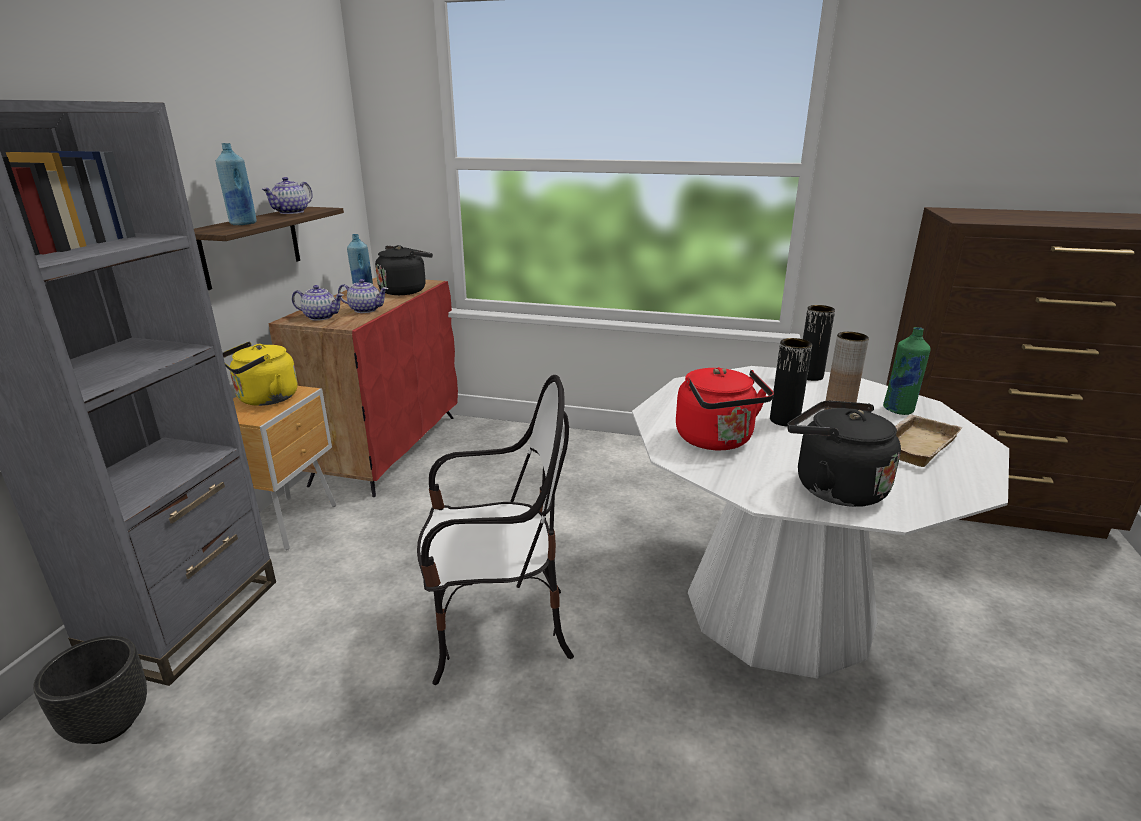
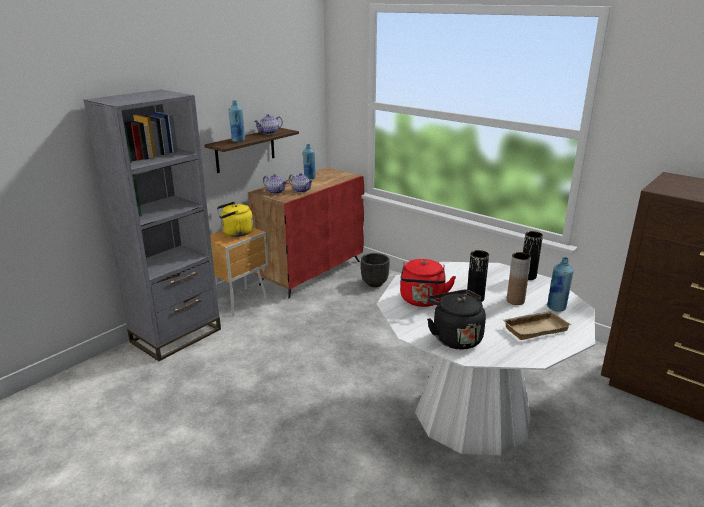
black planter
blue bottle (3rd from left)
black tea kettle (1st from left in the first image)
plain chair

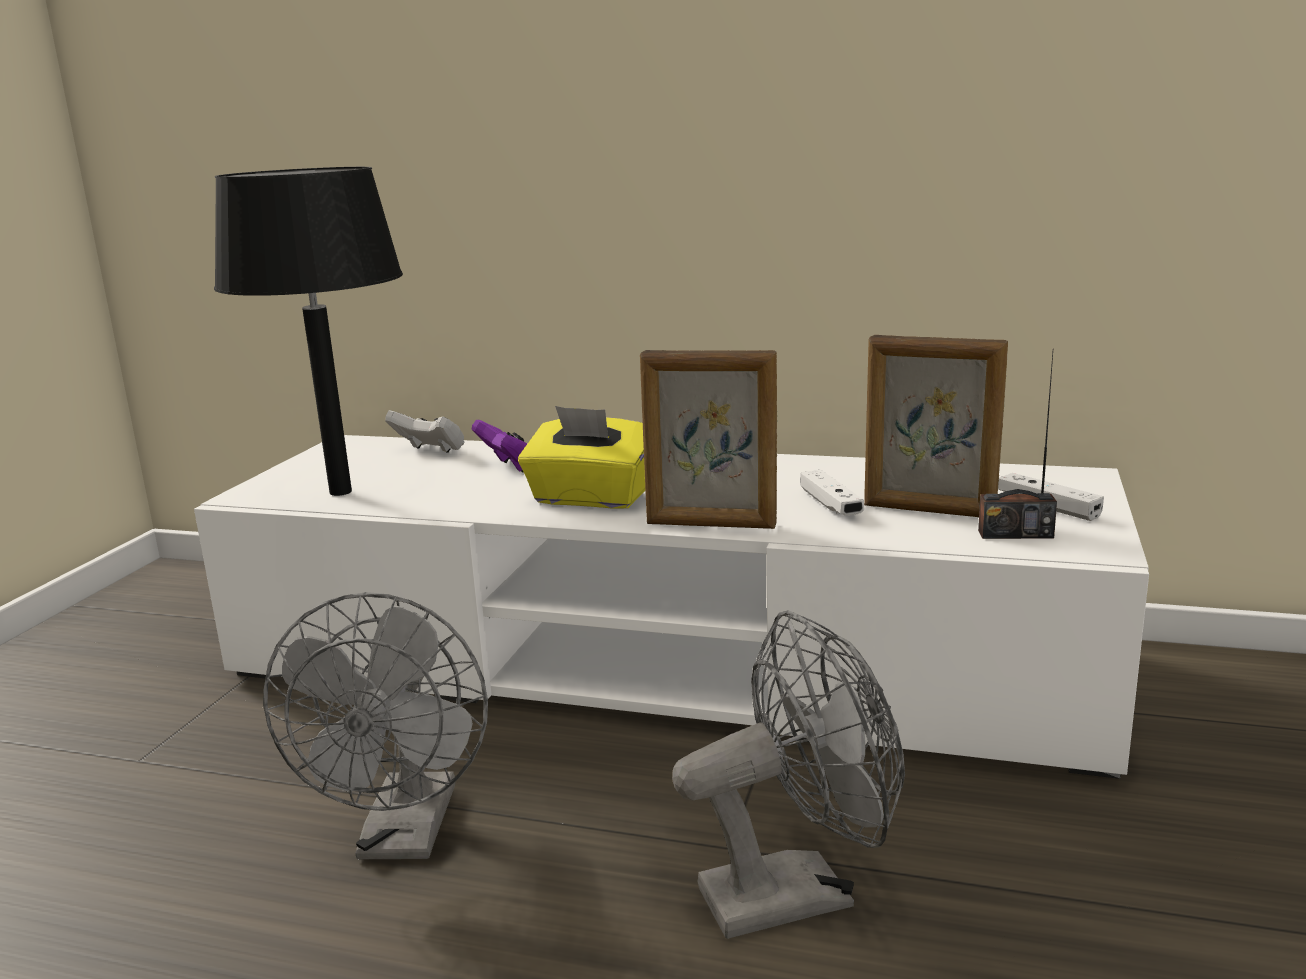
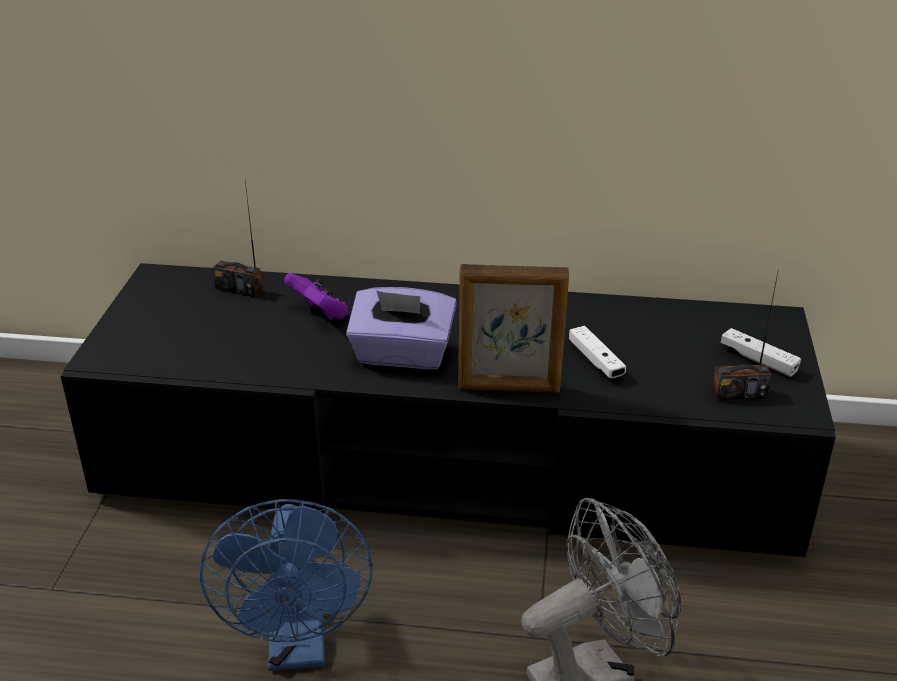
black tv stand
blue fan
radio receiver (1st from left)
purple tissue holder
black lamp for a table
photo frame (2nd from left in the first image)

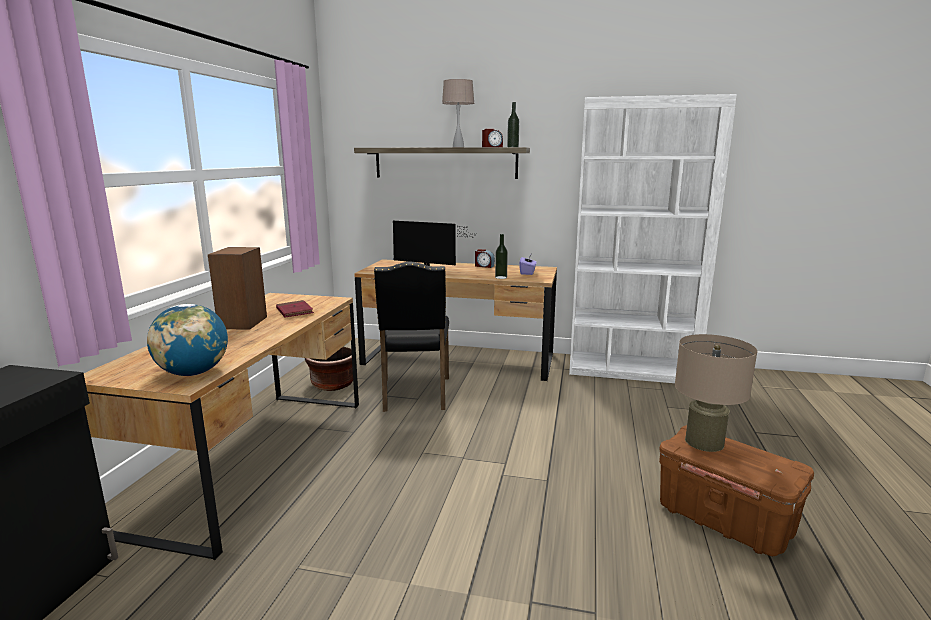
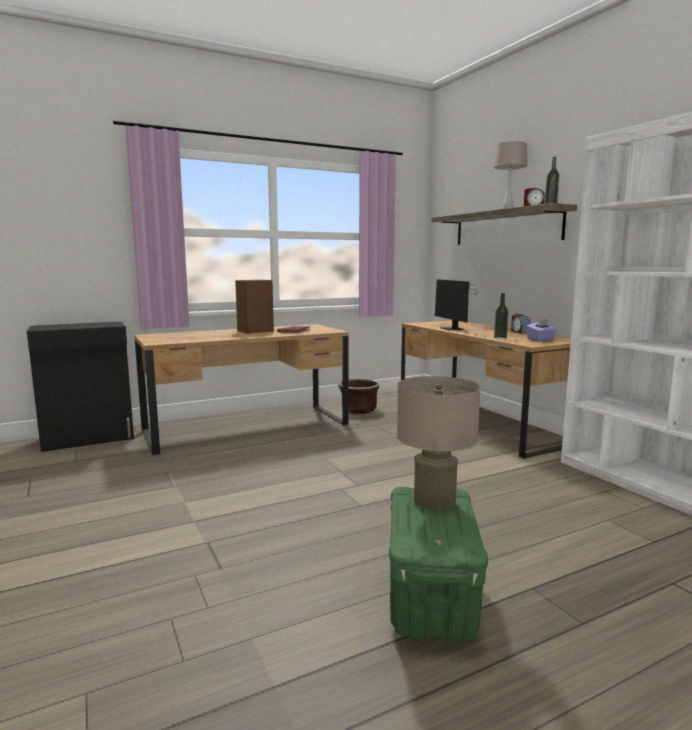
greenish storage container
desk globe
black plain chair

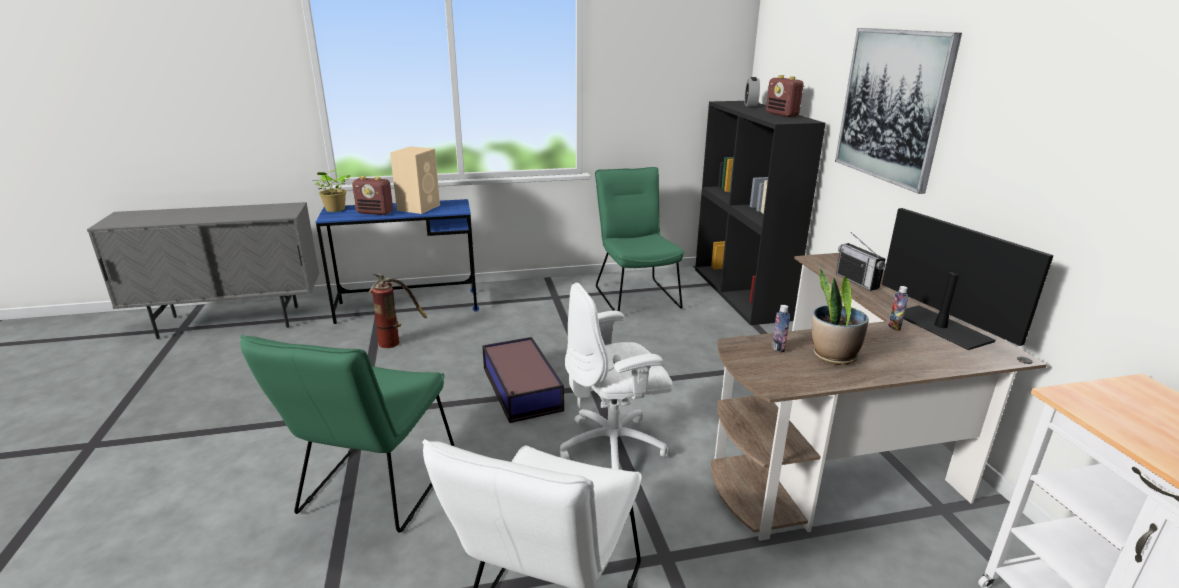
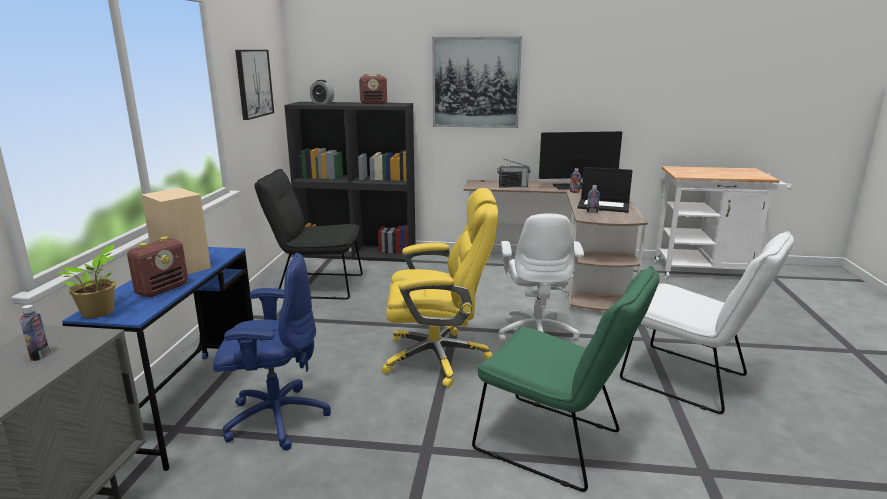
bottle (1st from left)
blue computer chair
wall art (1st from left)
black plain chair
yellow computer chair
portable computer

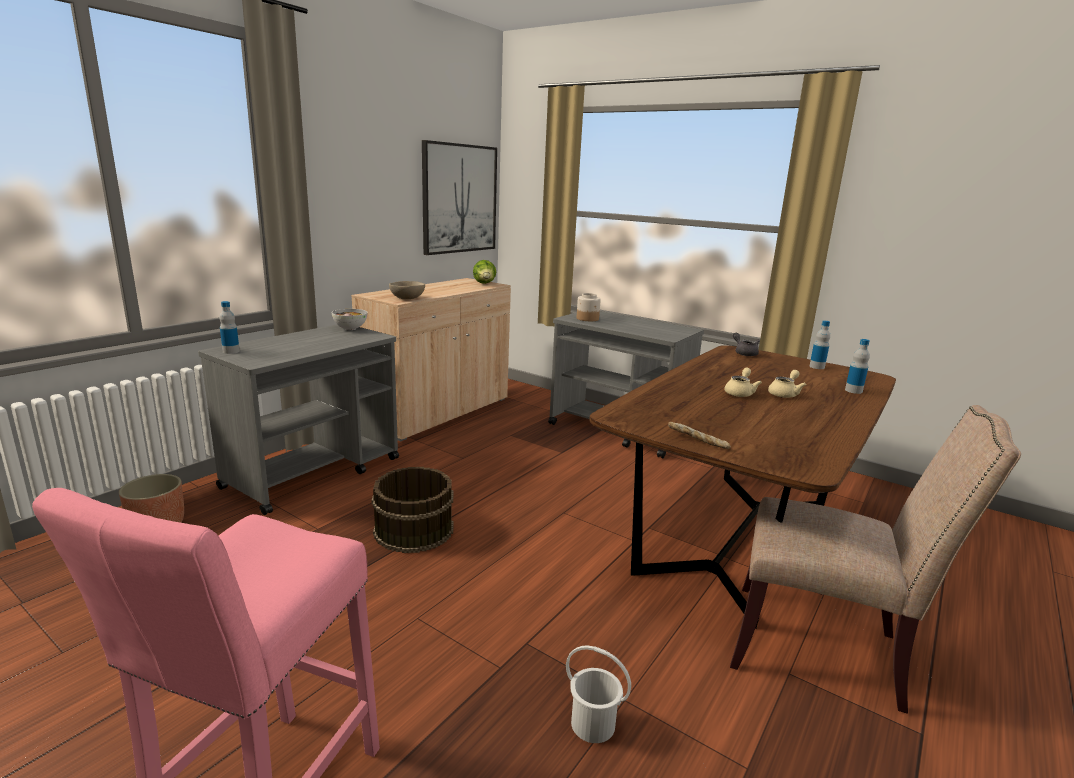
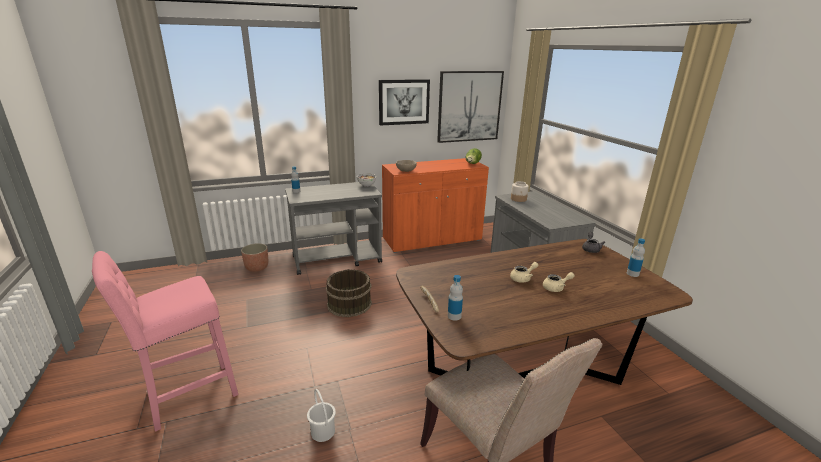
wall art (1st from left)
orange-coloured storage cabinet
bottle (2nd from left)

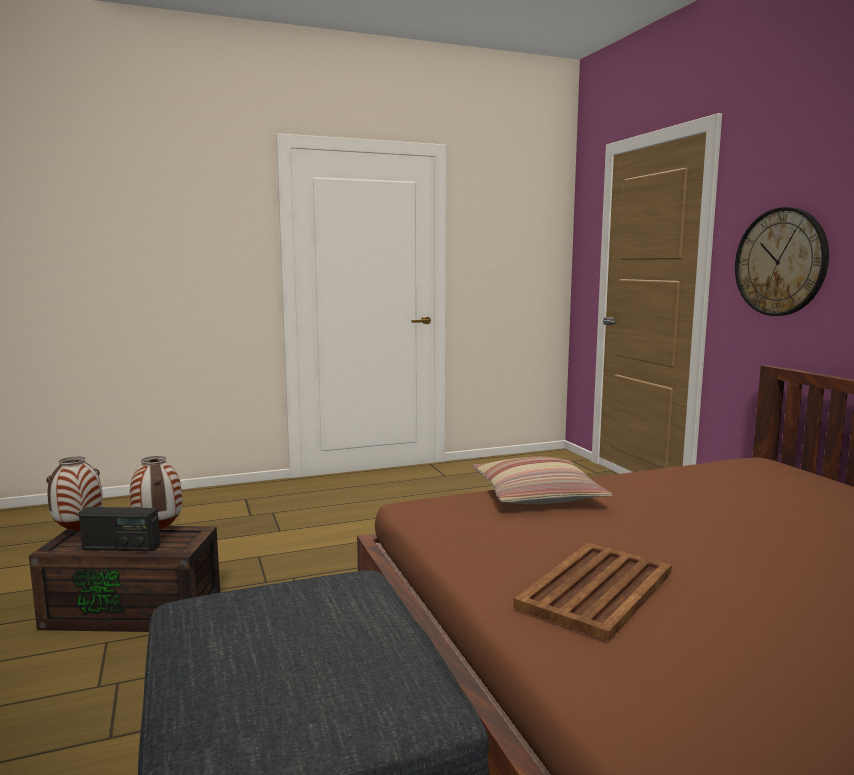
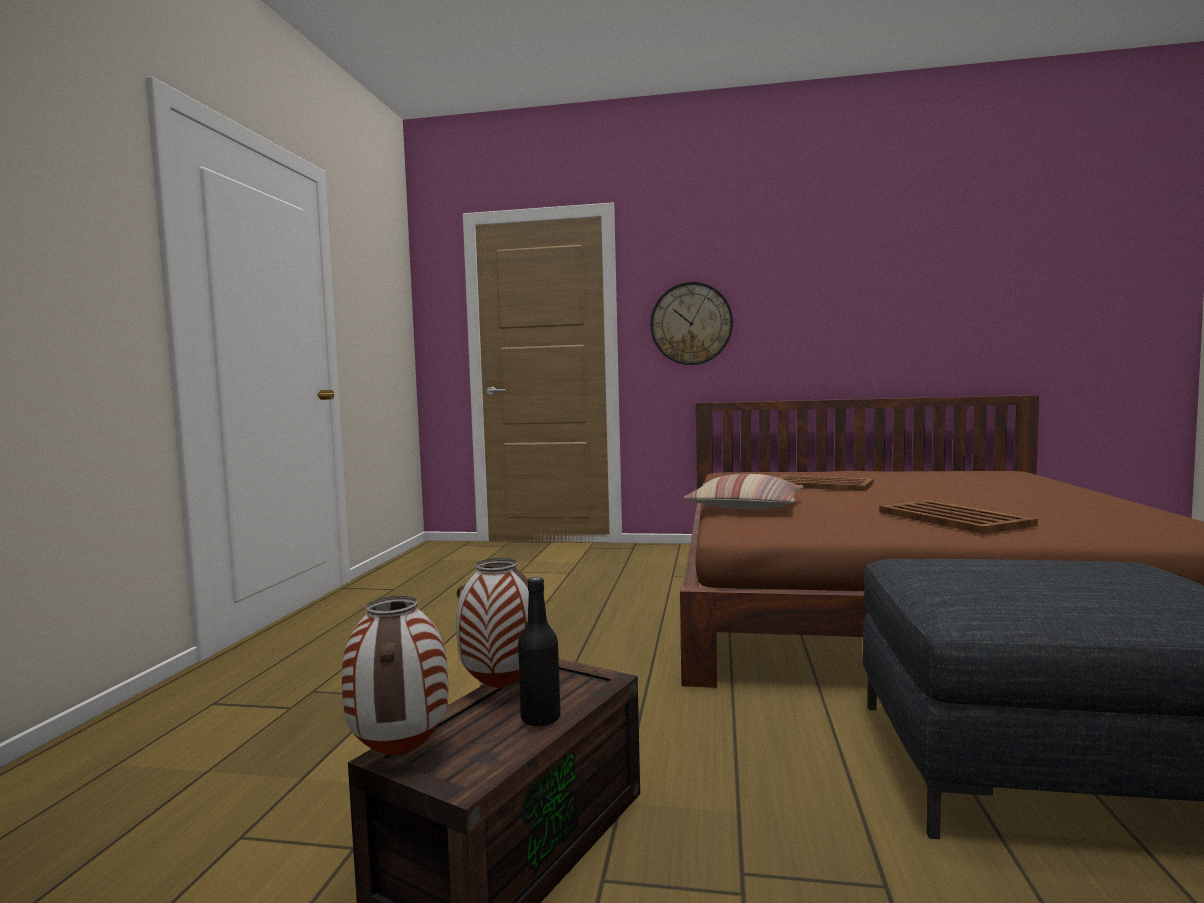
black bottle
brown-coloured carrying tray (1st from left)

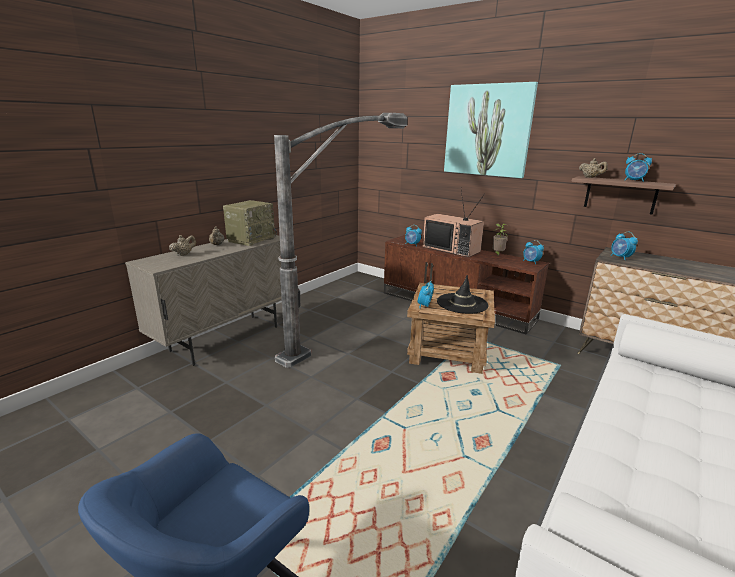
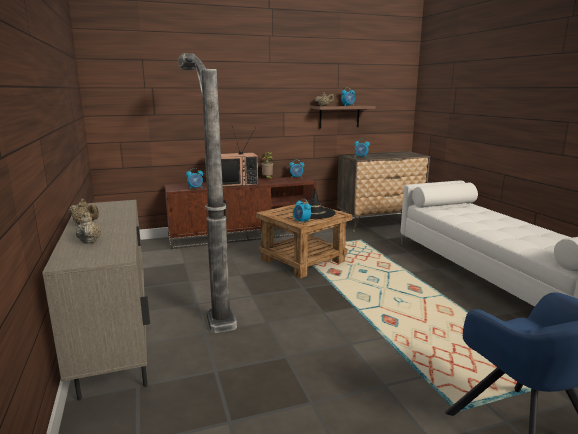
radio receiver
wall art

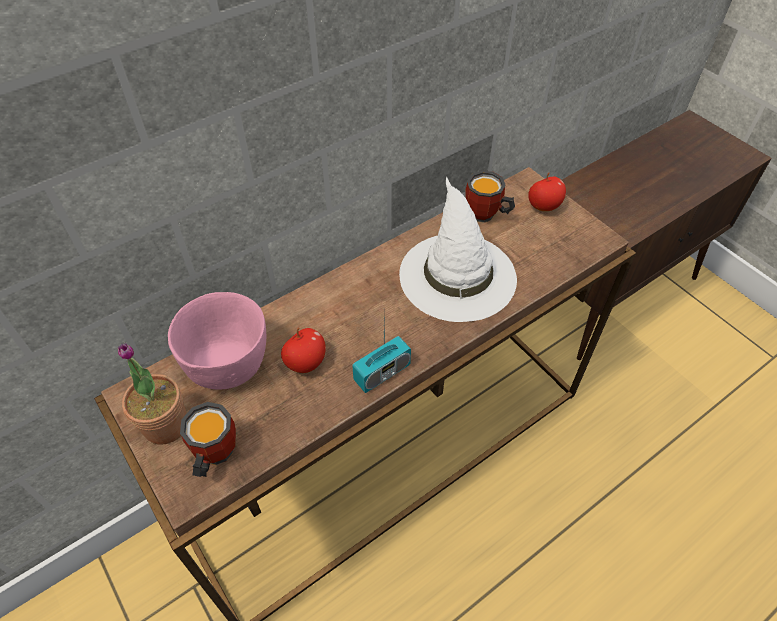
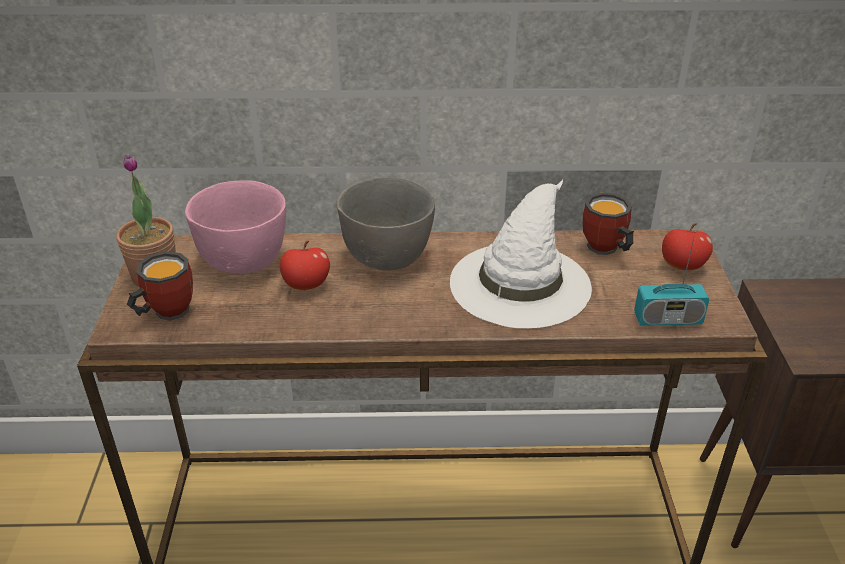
grey bowl
radio receiver

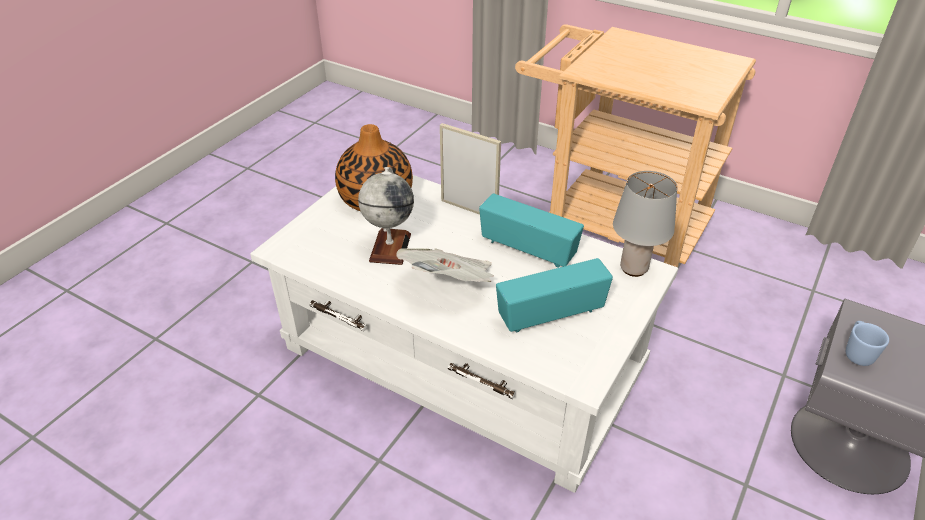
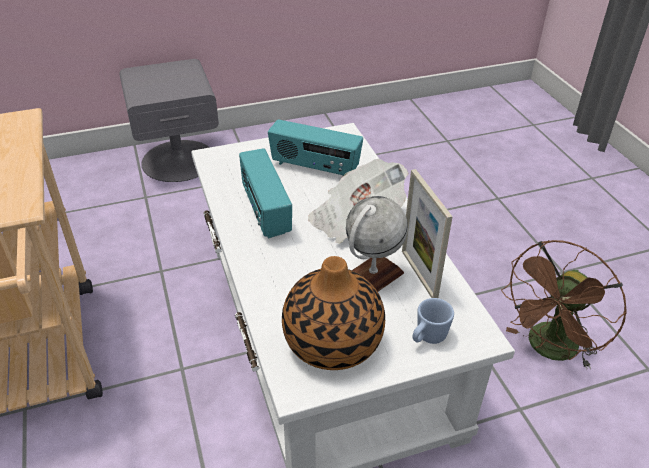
photo frame
blue mug
brown-coloured fan
grey lamp for a table

